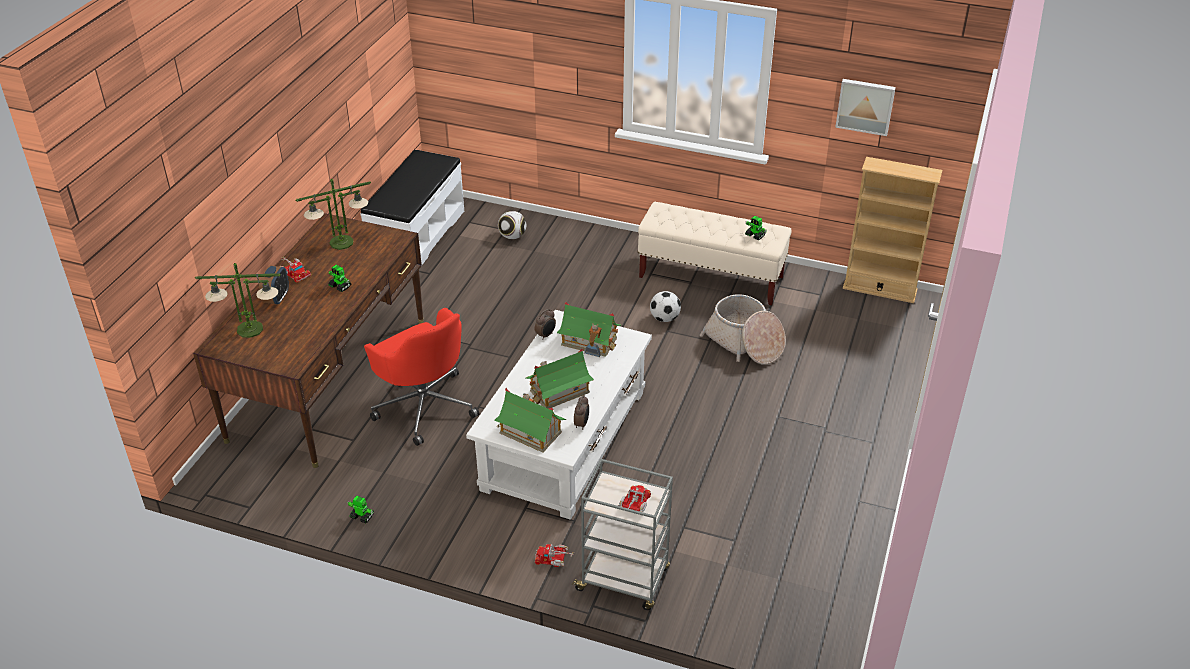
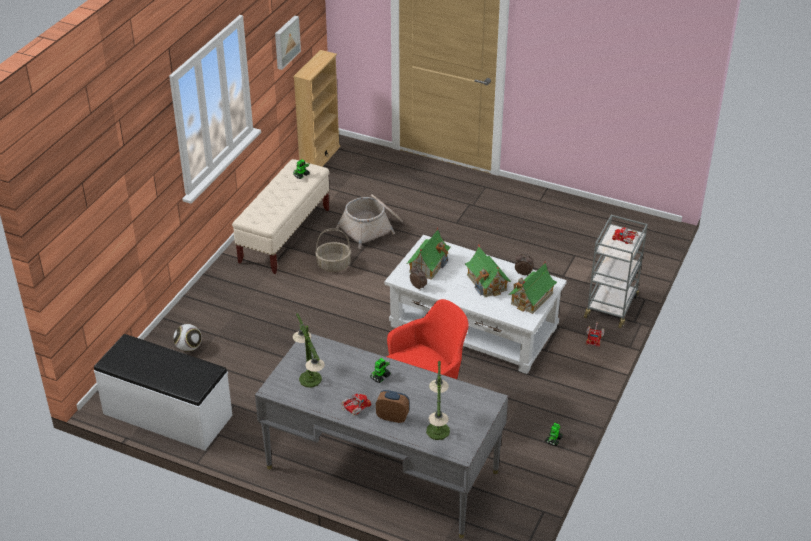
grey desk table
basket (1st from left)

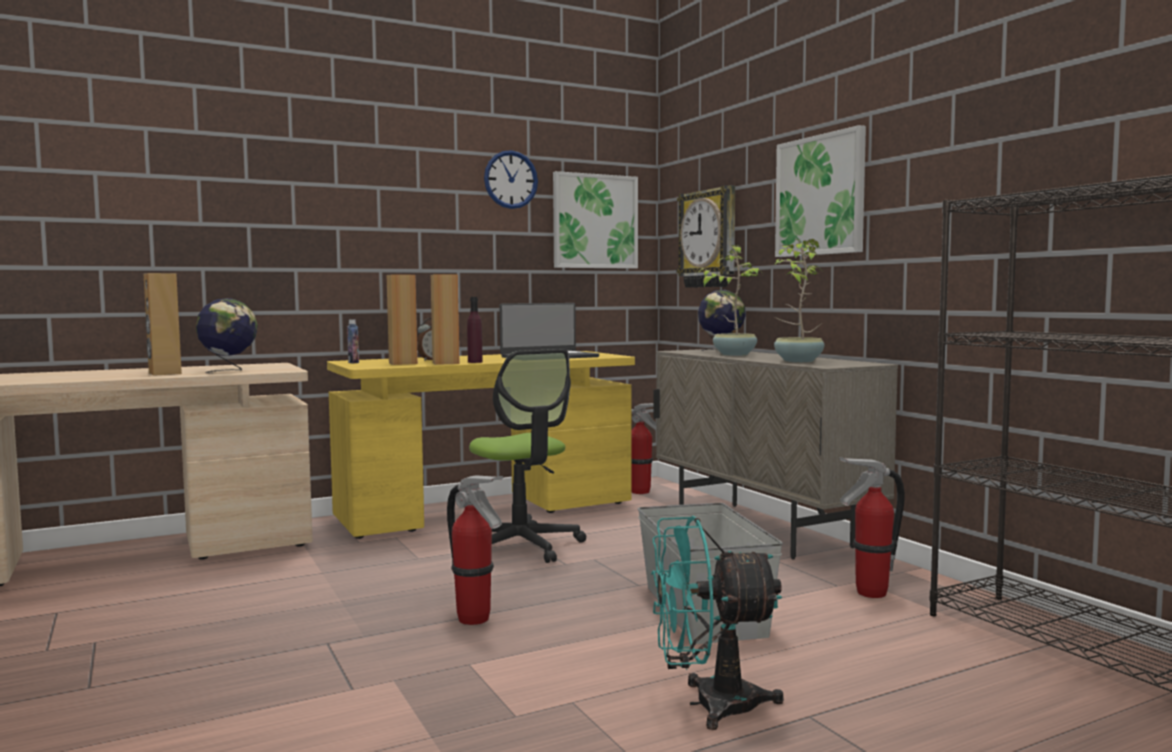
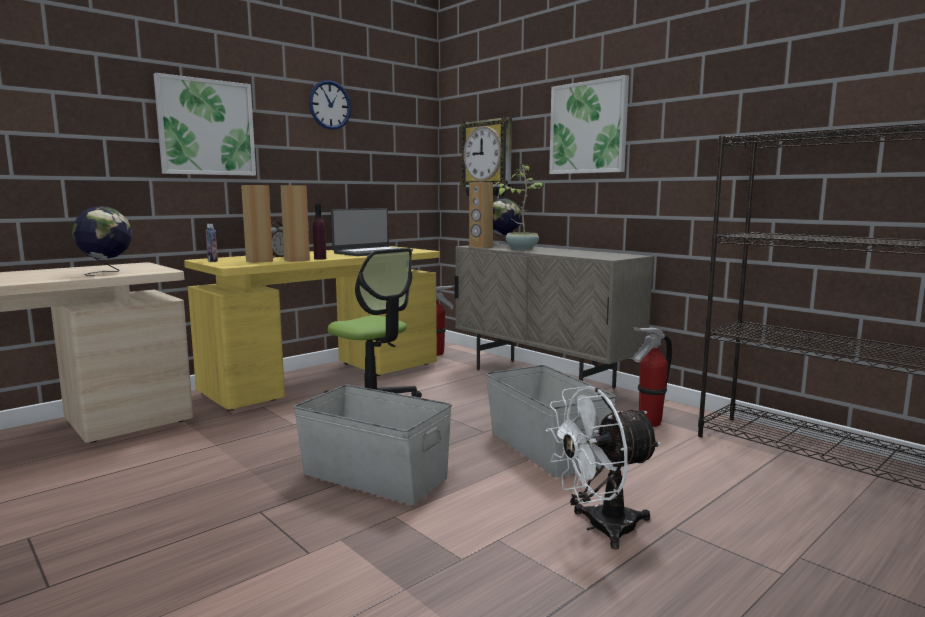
wall art (1st from left)
grey storage container (1st from left)
brown-coloured loudspeaker (3rd from left)
whitish fan
houseplant (2nd from left in the first image)

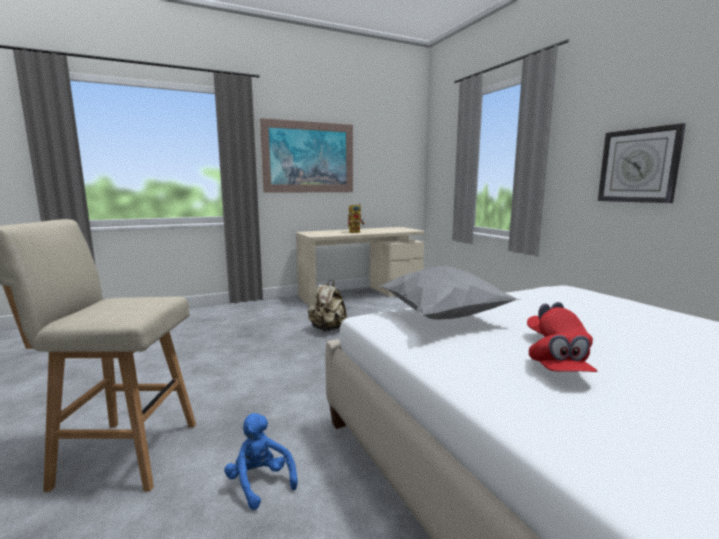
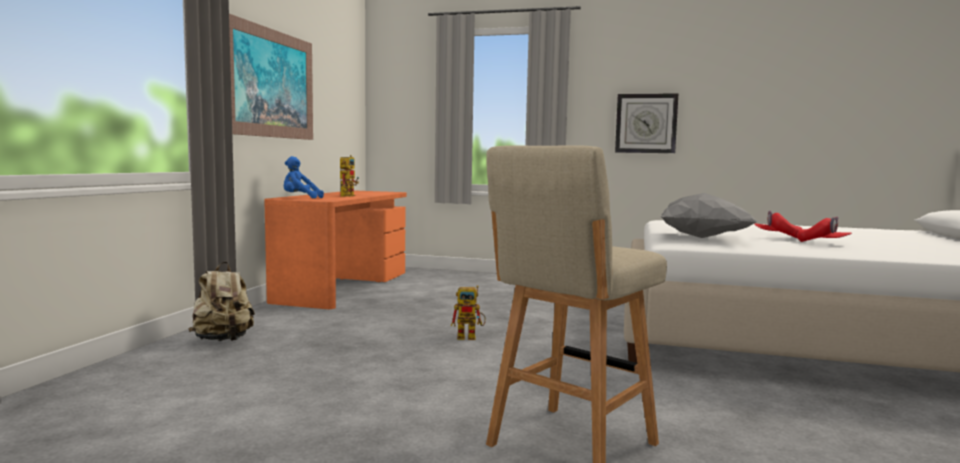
beige-coloured backpack
orange-coloured desk table
blue cuddly toy
toy robot (2nd from left)

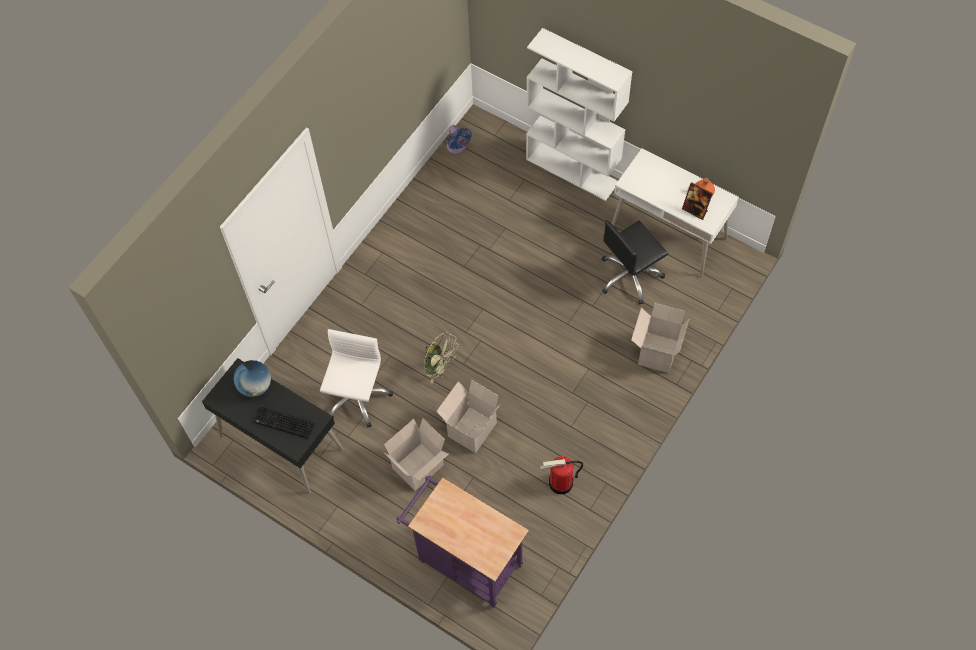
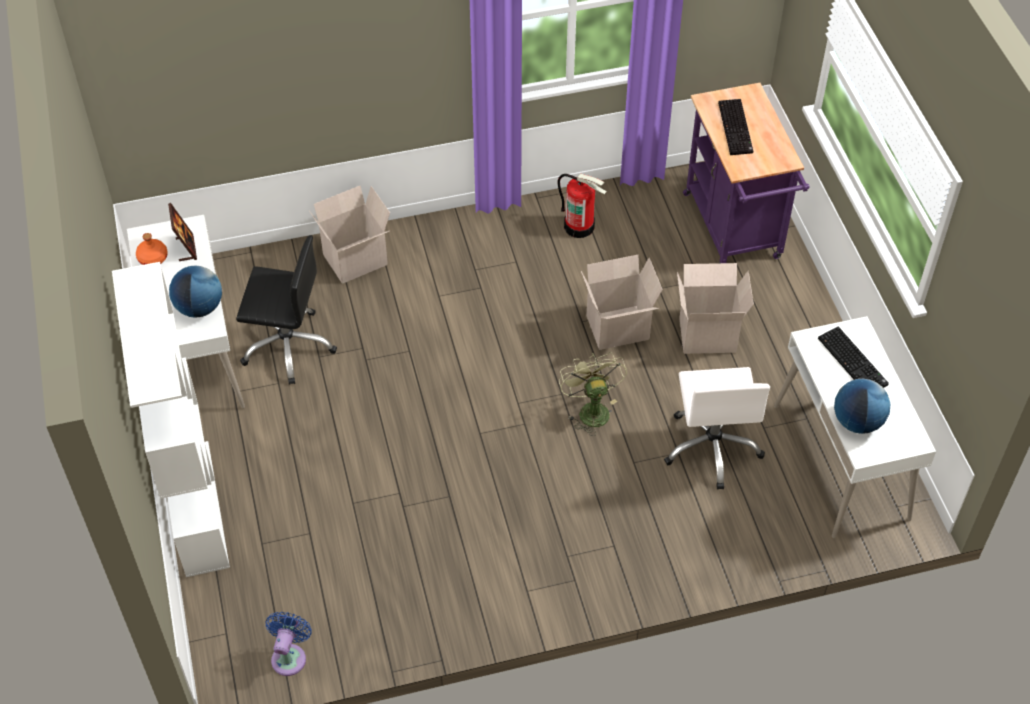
desk globe (1st from left)
whitish computer chair
computer keyboard (1st from left)
whitish desk table (2nd from left)

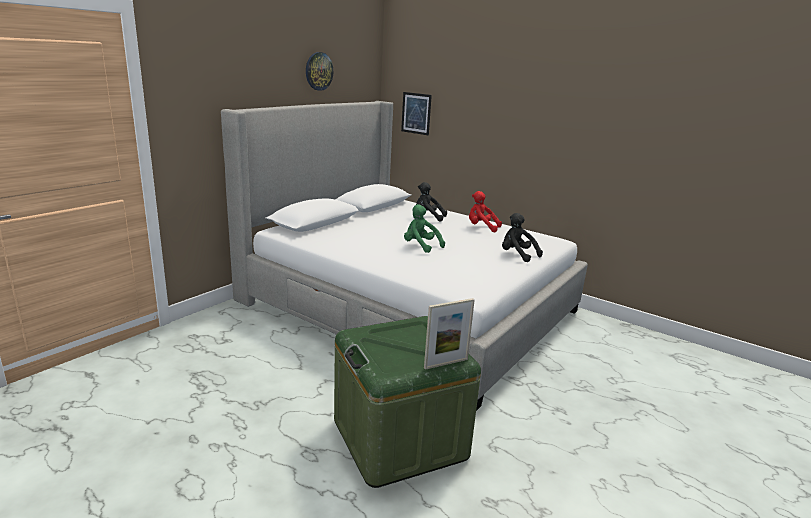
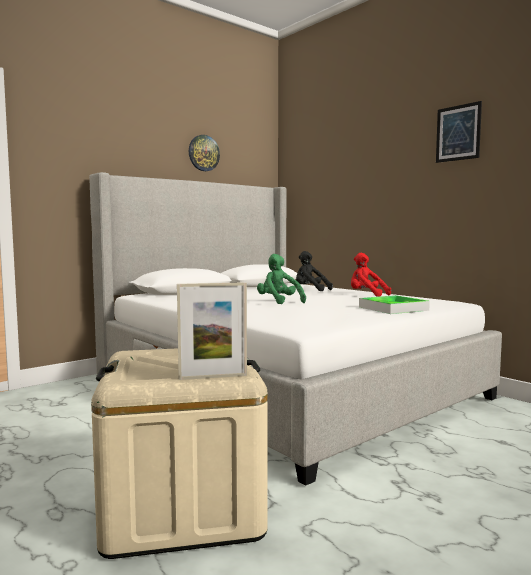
beige-coloured storage container
carrying tray
wall art

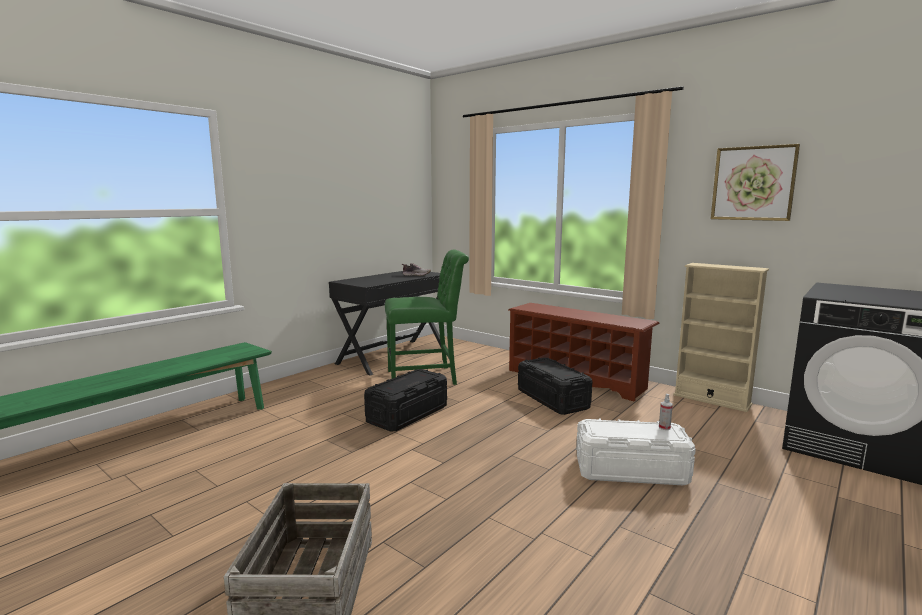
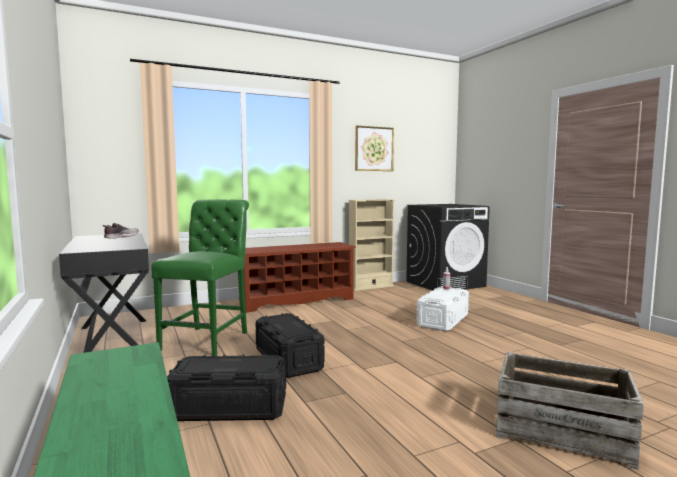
black storage container (1st from left)

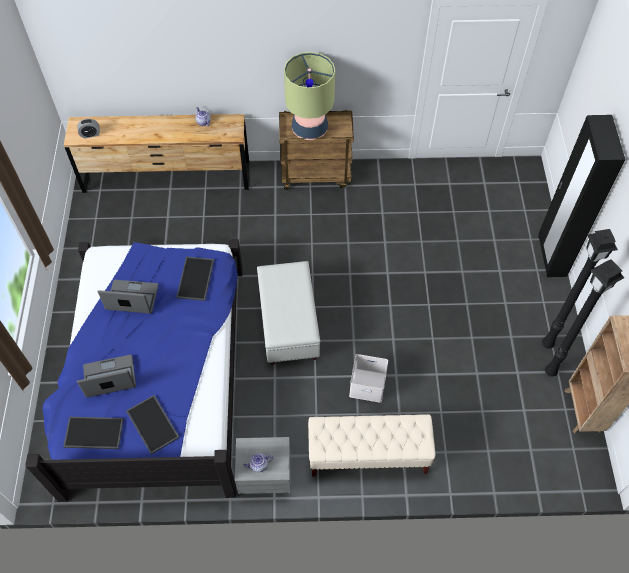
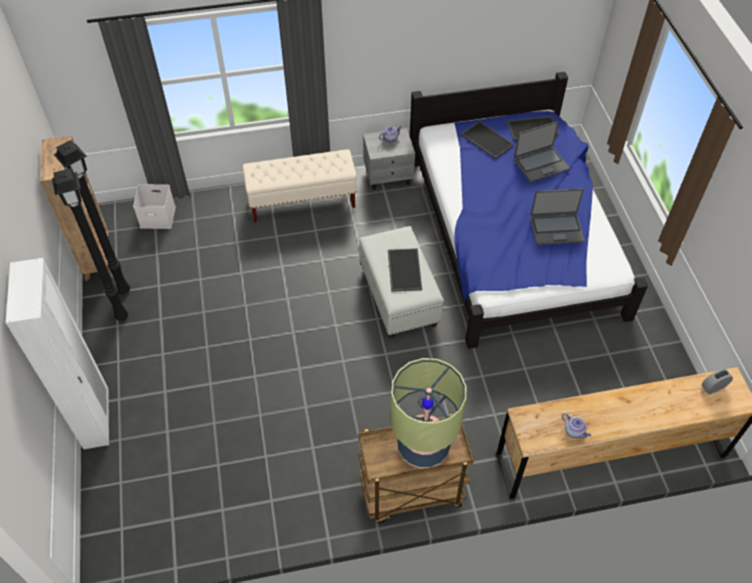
whitish armoire
whitish storage container
carrying tray (1st from left)

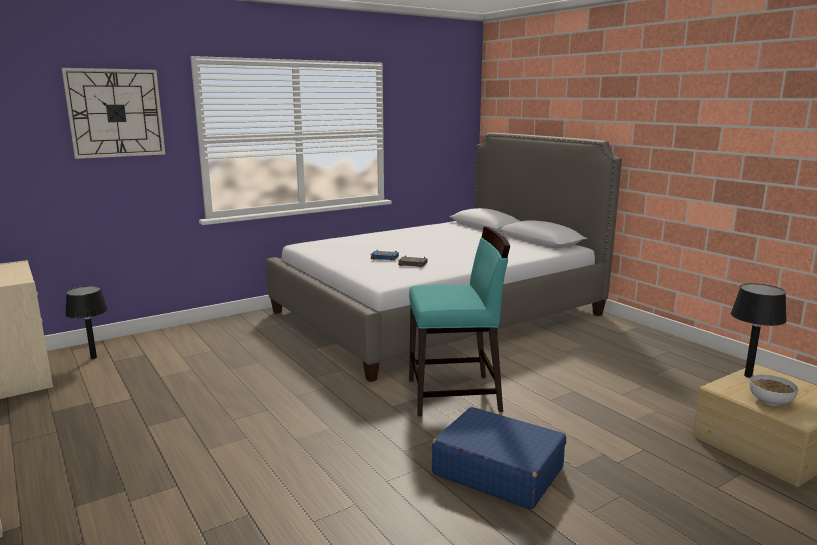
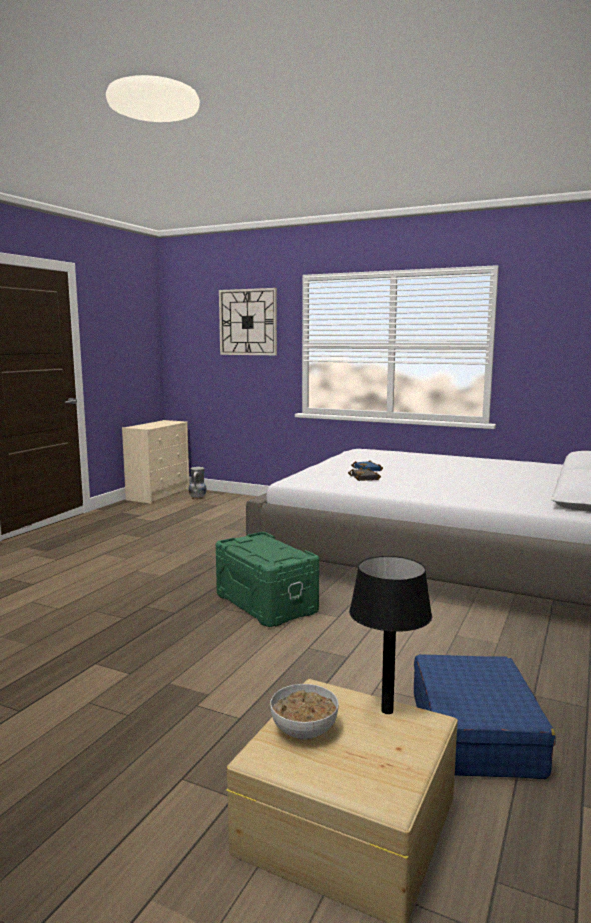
decorative vase
greenish storage container
blue suitcase

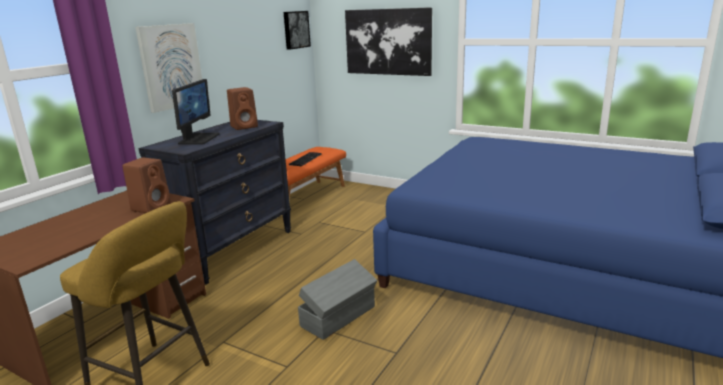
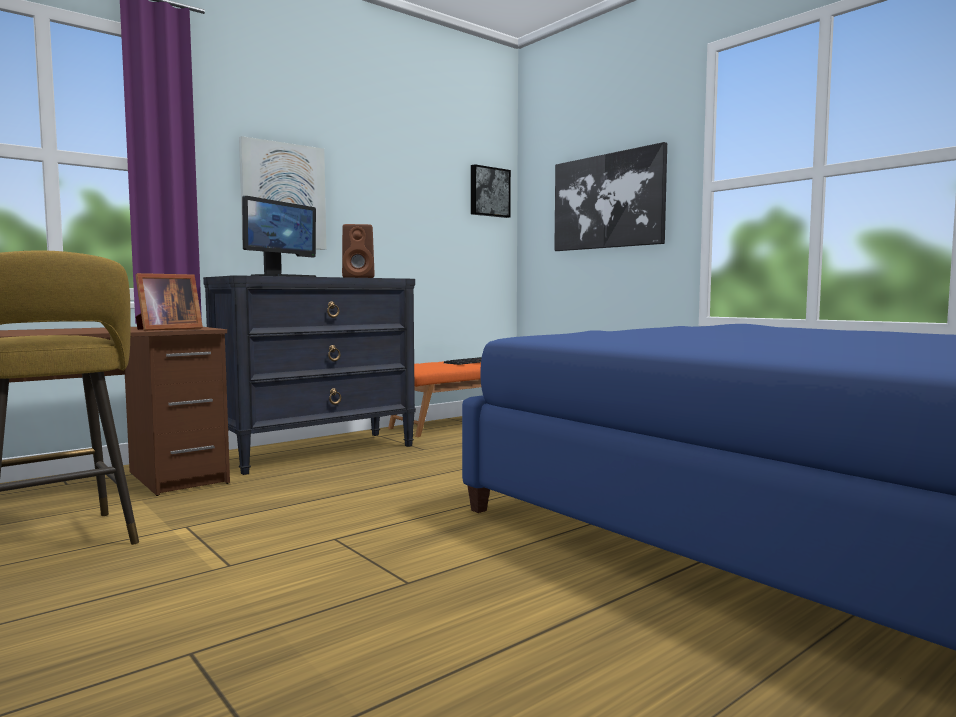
photo frame
grey storage container

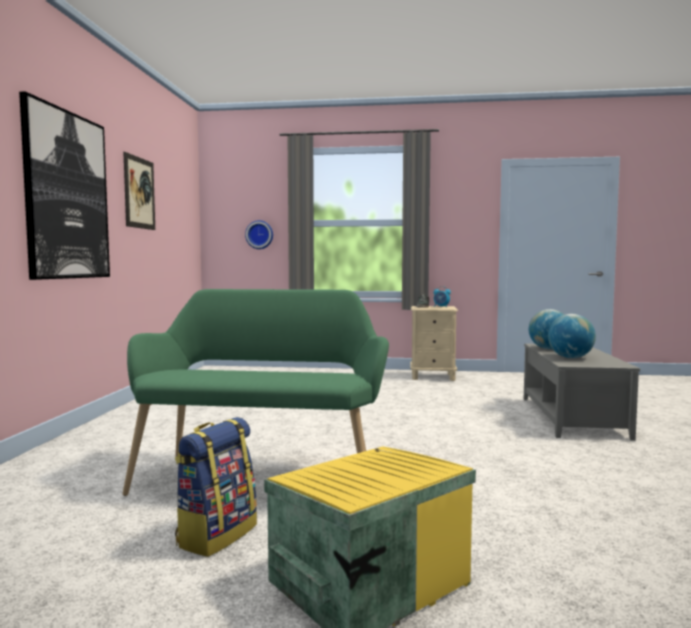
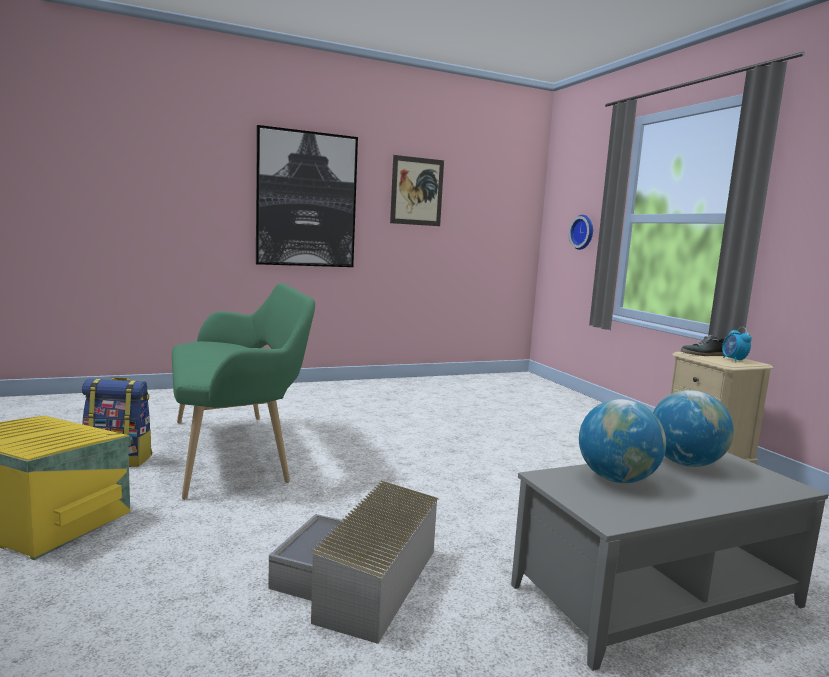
grey storage container

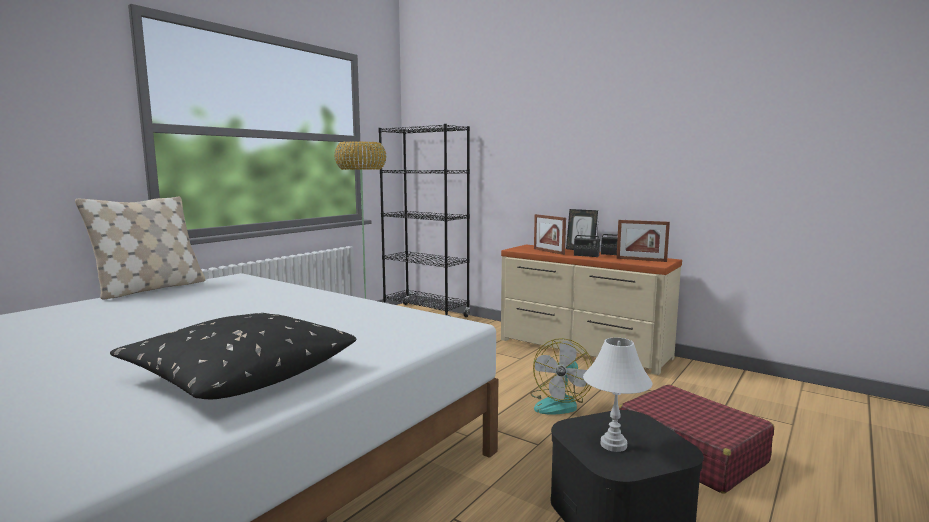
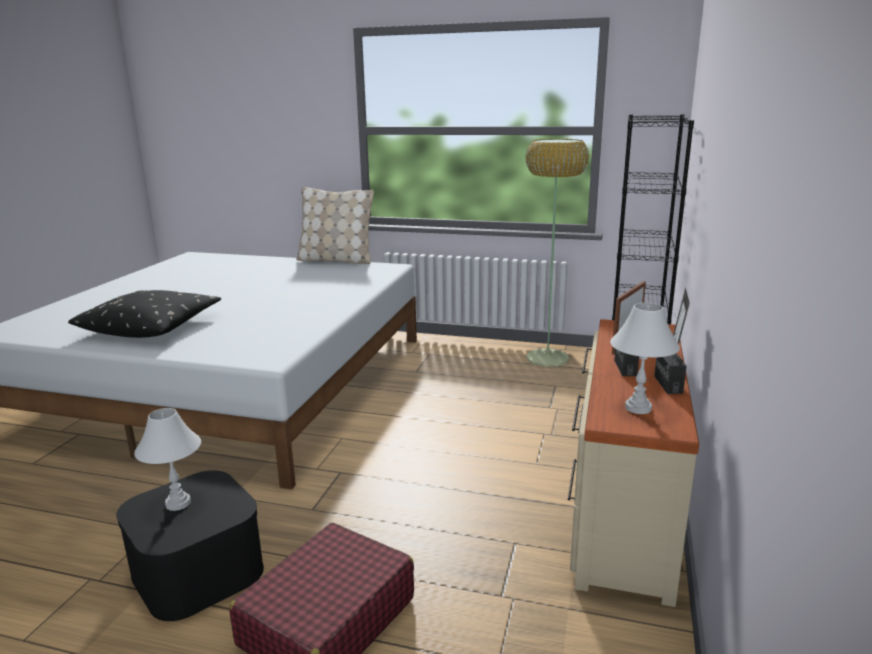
whitish lamp for a table (2nd from left)
fan

